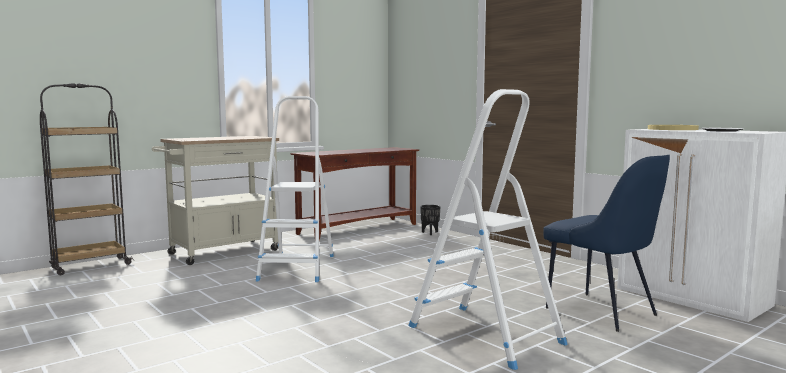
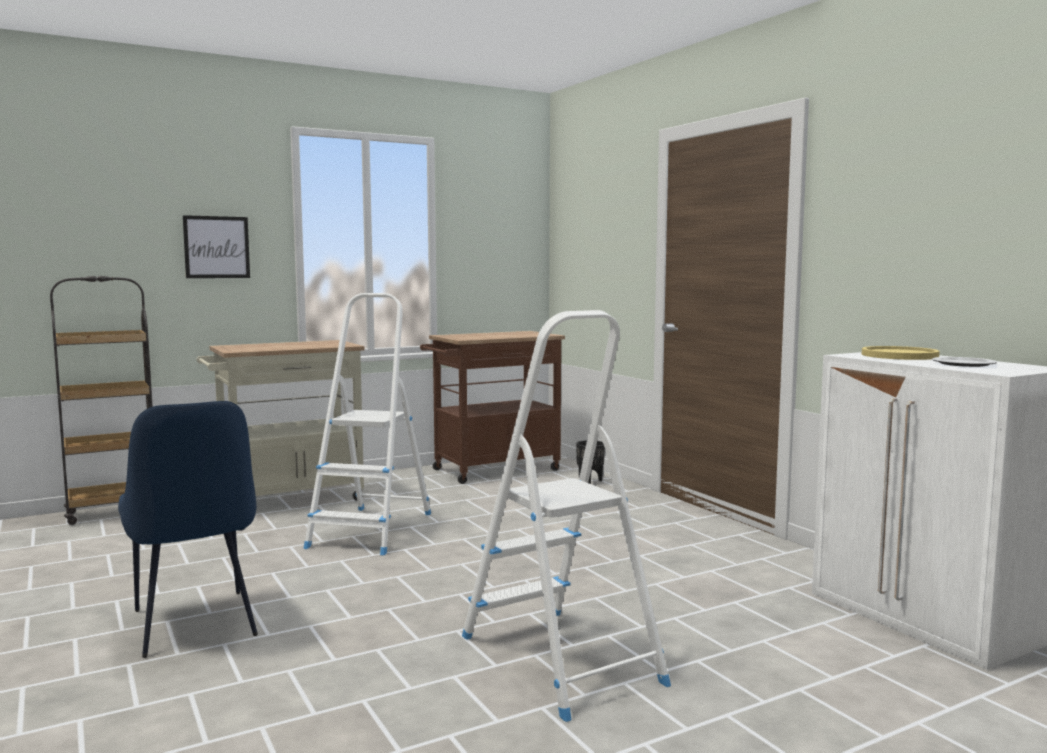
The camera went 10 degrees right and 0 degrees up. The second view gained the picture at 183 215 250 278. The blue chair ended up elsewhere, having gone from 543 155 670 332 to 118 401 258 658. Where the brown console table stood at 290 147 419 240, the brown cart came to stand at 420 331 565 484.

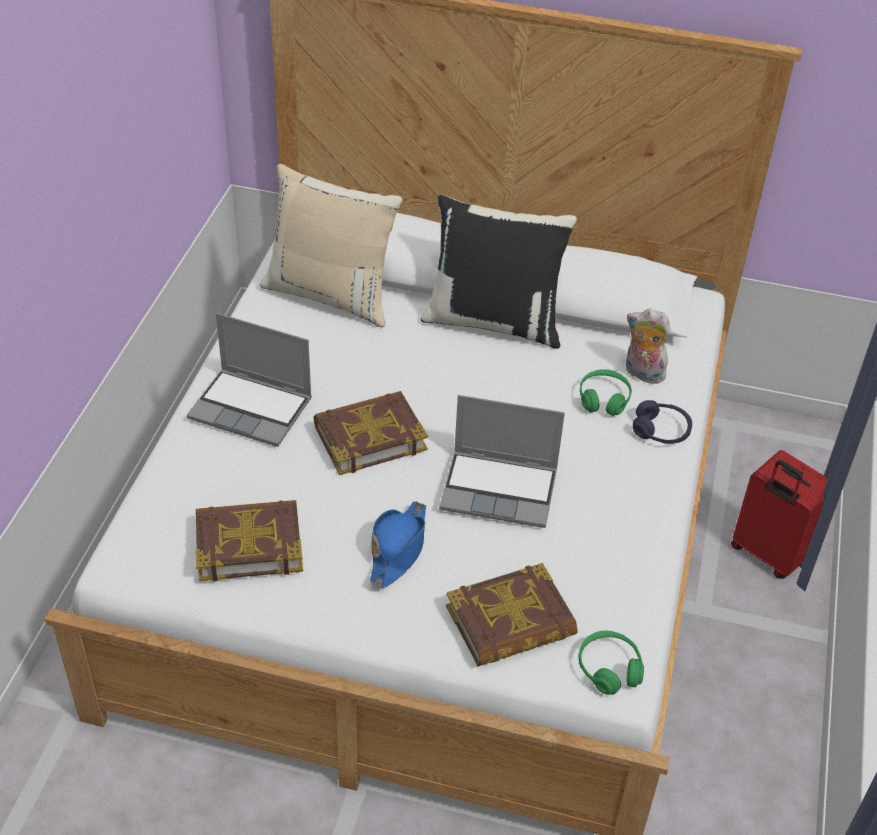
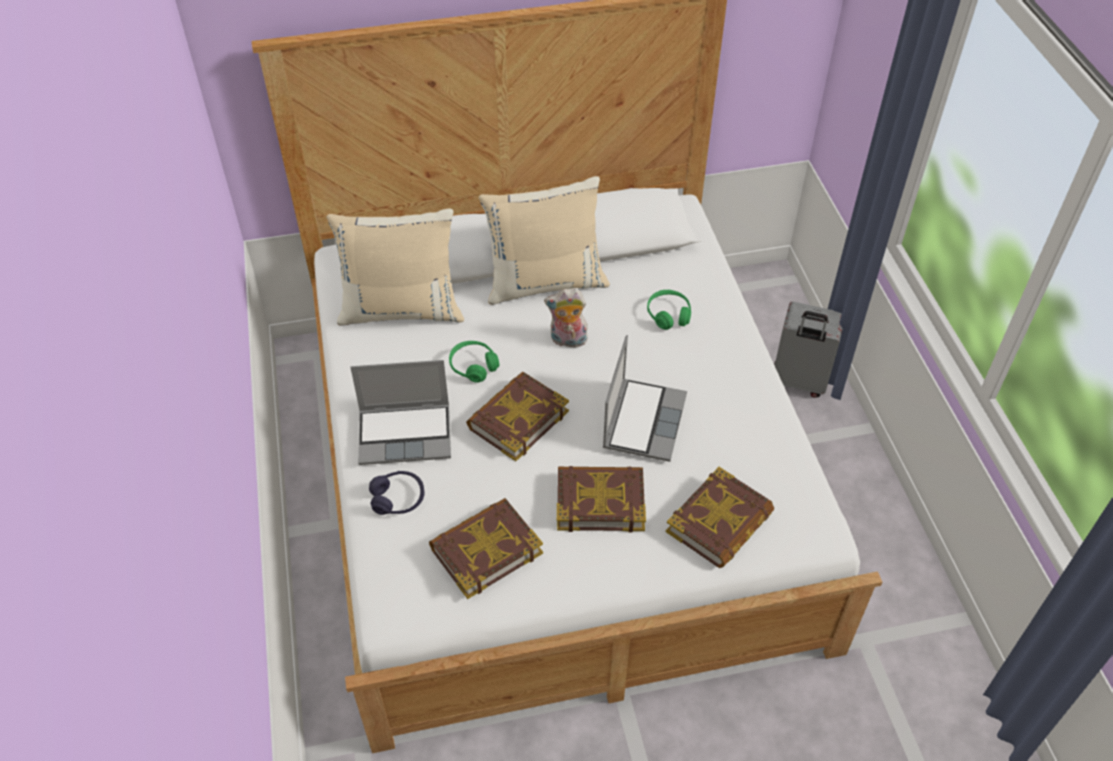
The camera went 25 degrees left and 5 degrees up. The green headphones ended up elsewhere, having gone from 579 631 644 695 to 449 341 499 383. The plush toy ended up elsewhere, having gone from 626 309 671 385 to 544 289 588 347. The purple headphones ended up elsewhere, having gone from 633 400 692 444 to 369 471 424 515. Where the blue hat stood at 370 501 426 588, the book came to stand at 557 466 646 533. What was the black pillow at 421 195 577 349 turned into the beige pillow at 479 176 610 305. What was the red suitcase at 731 450 828 579 turned into the grey suitcase at 774 302 842 398. The laptop at 439 395 565 528 ended up facing another way, 60 degrees counterclockwise from before.

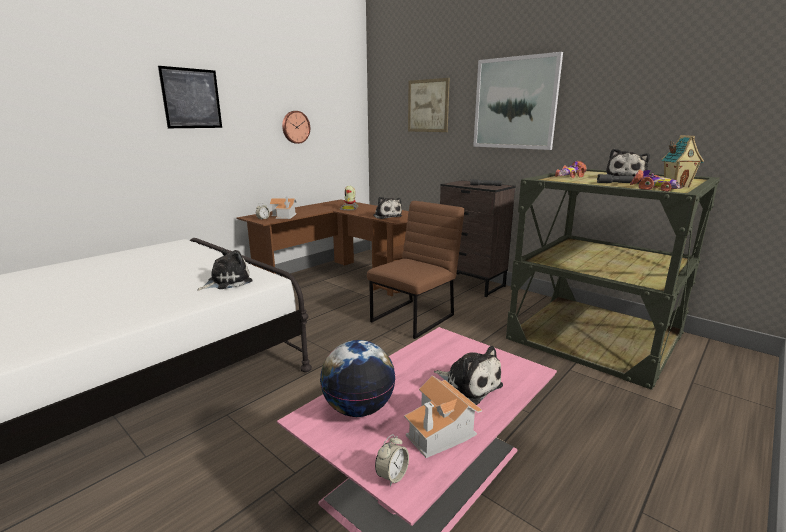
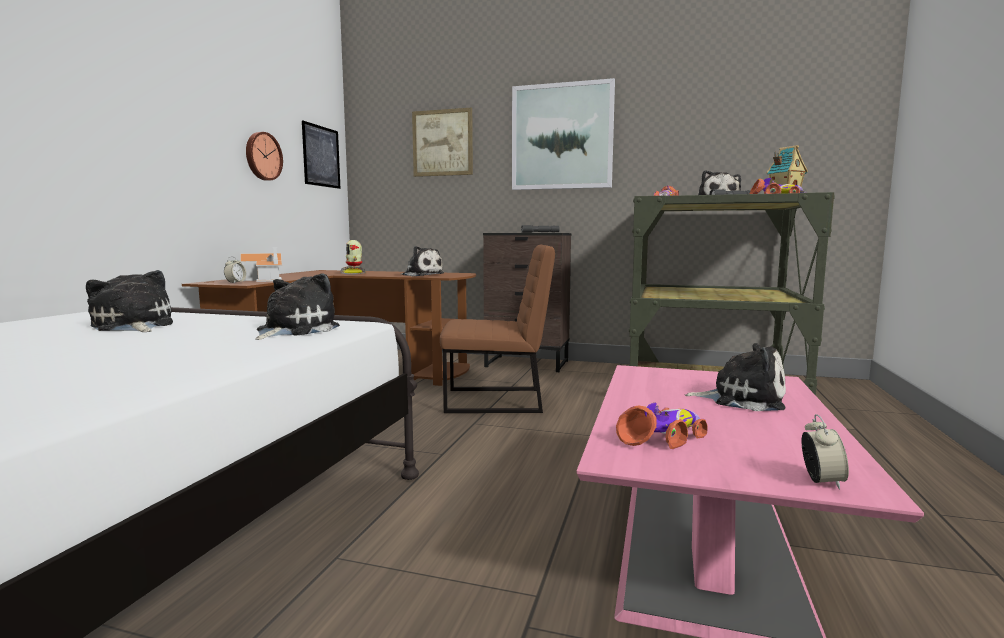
The camera went 25 degrees left and 10 degrees down. The second view lost the toy house at 404 375 482 458. The second view gained the plush toy at 86 270 173 332. The picture ended up elsewhere, having gone from 158 66 222 128 to 302 120 341 189. Where the globe stood at 320 340 396 417, the toy car came to stand at 616 403 708 449. The brown chair at 367 201 464 339 ended up facing another way, 75 degrees clockwise from before.

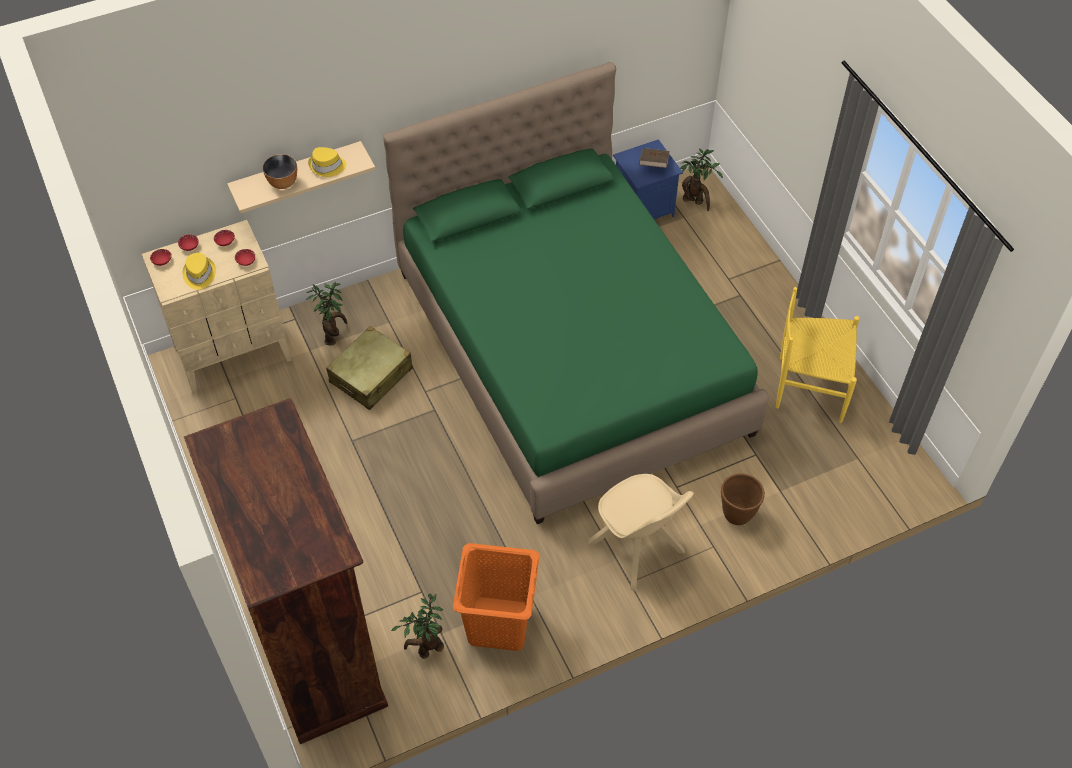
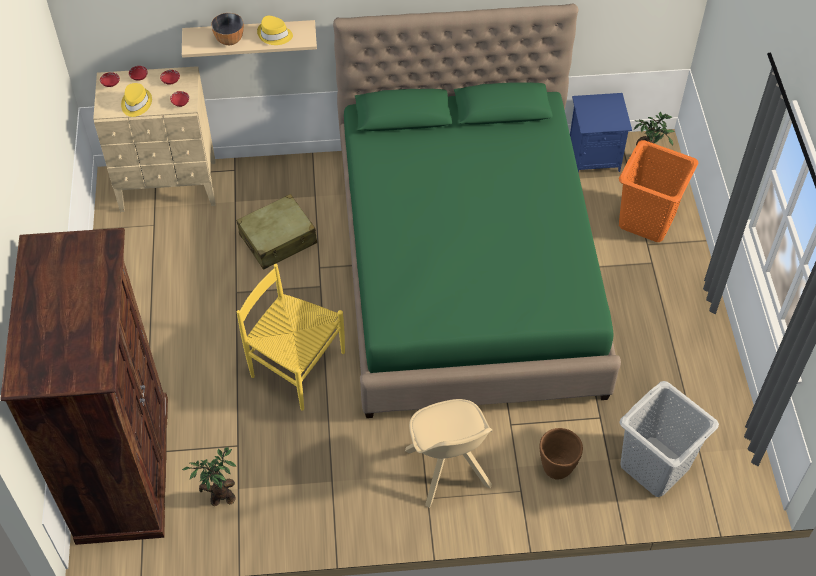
The camera went 20 degrees right and 0 degrees up. The second view lost the potted plant at 306 281 347 346. The second view lost the brown book at 639 148 669 168. The second view gained the grey laundry basket at 619 381 719 497. The orange laundry basket ended up elsewhere, having gone from 453 543 539 651 to 619 140 699 242. The yellow chair ended up elsewhere, having gone from 776 287 860 423 to 237 264 345 411.

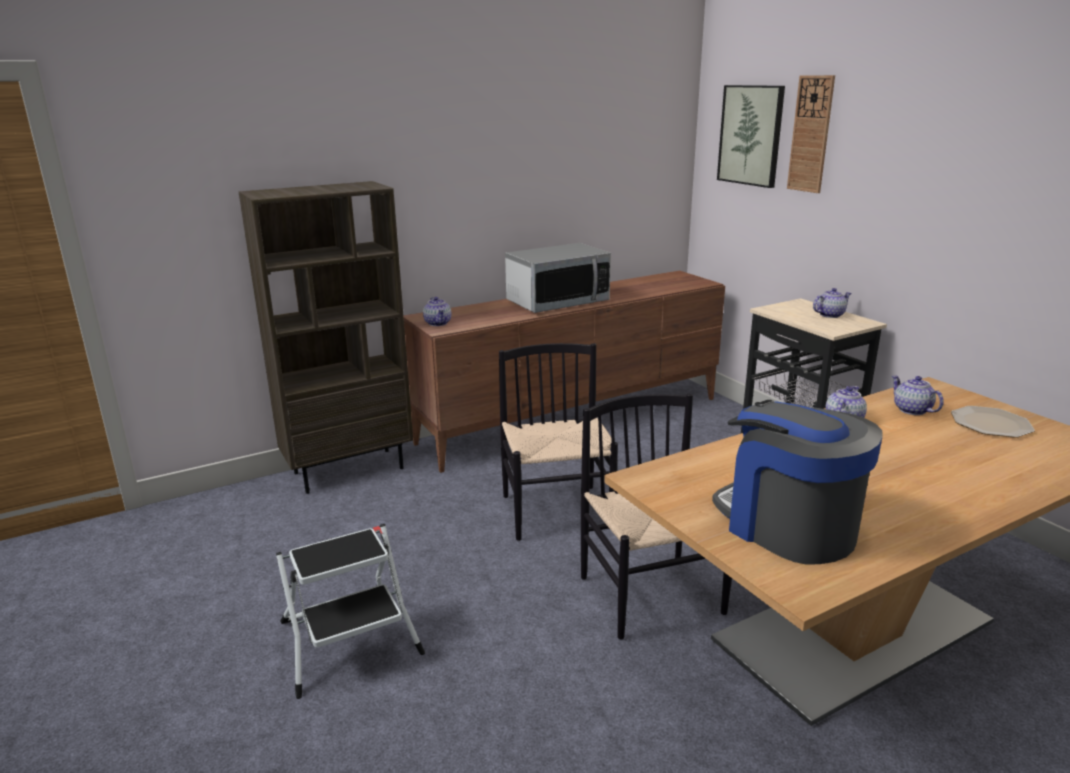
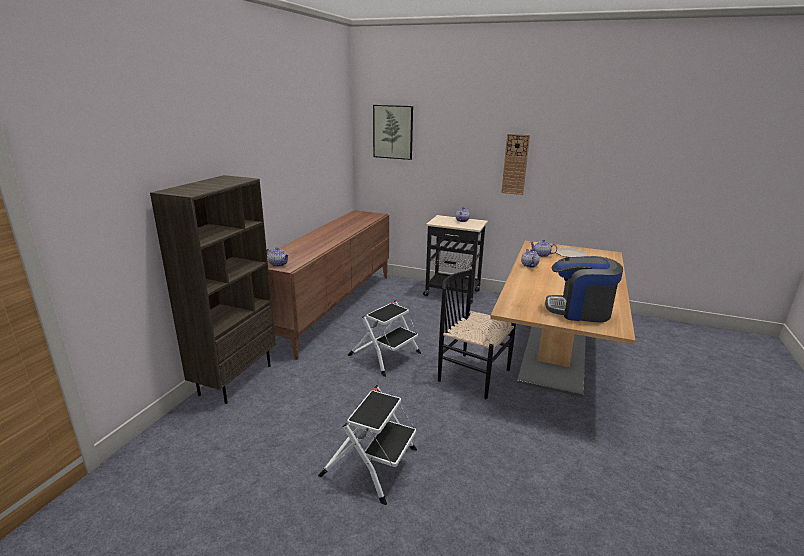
The camera went 40 degrees left and 0 degrees up. The second view lost the microwave at 505 243 611 313. The wall clock ended up elsewhere, having gone from 787 75 835 193 to 501 134 530 195. Where the black chair stood at 499 343 618 541, the step ladder came to stand at 348 300 421 377.

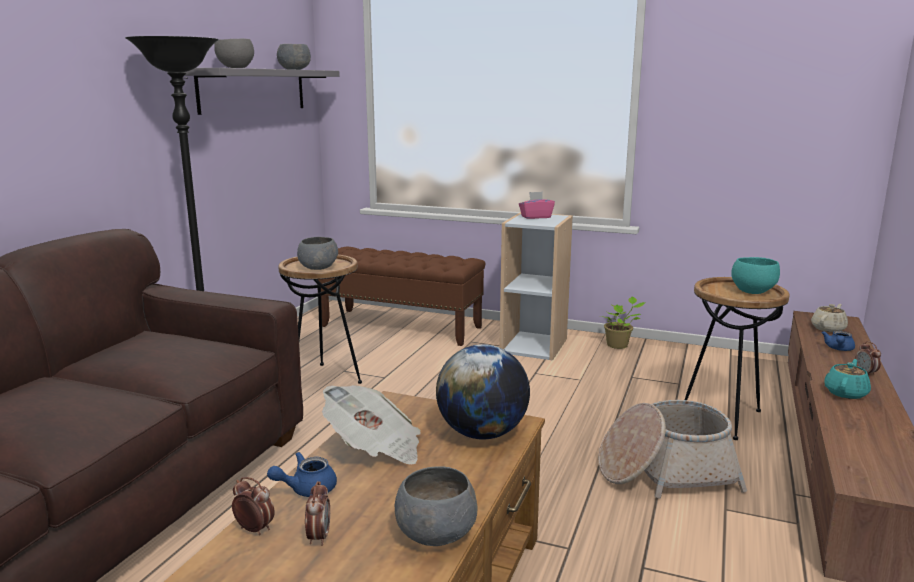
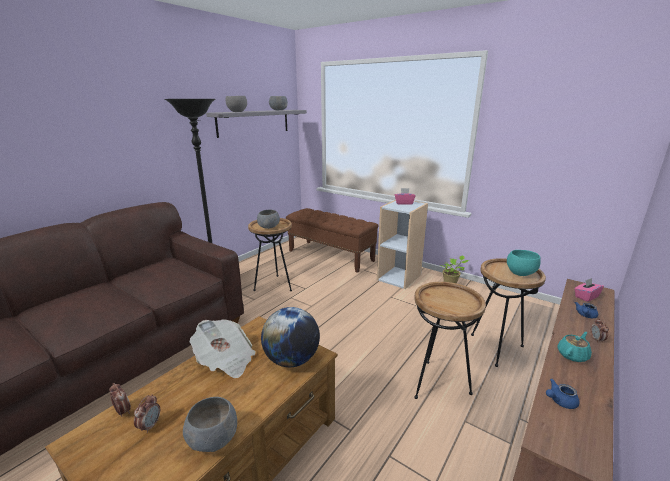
The camera went 15 degrees right and 5 degrees up. The blue teapot ended up elsewhere, having gone from 267 452 337 497 to 546 379 580 409. Where the basket stood at 598 400 747 499, the brown side table came to stand at 414 282 486 399. Where the beige teapot stood at 811 304 848 332, the pink tissue box came to stand at 575 278 604 302.

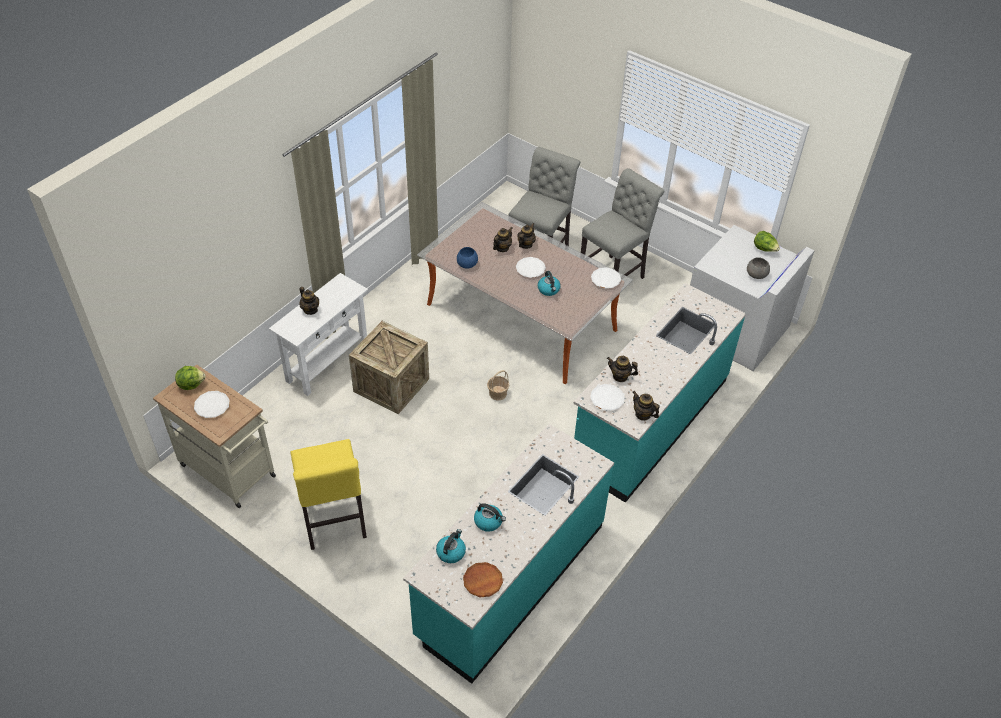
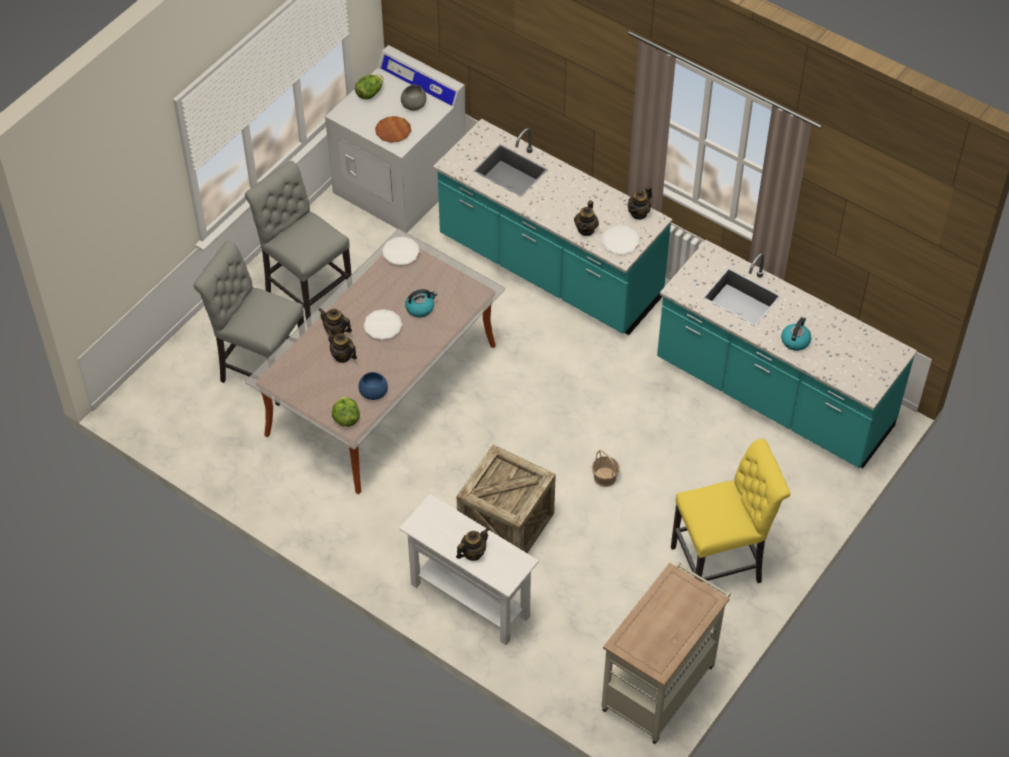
The camera went 90 degrees left and 5 degrees up. The second view lost the white plate at 194 391 230 418. The second view lost the kettle at 436 529 466 563. The lettuce ended up elsewhere, having gone from 175 366 206 390 to 332 396 360 427. The brown plate ended up elsewhere, having gone from 463 562 503 597 to 375 116 411 143. The basket ended up elsewhere, having gone from 487 370 509 400 to 592 450 620 487.

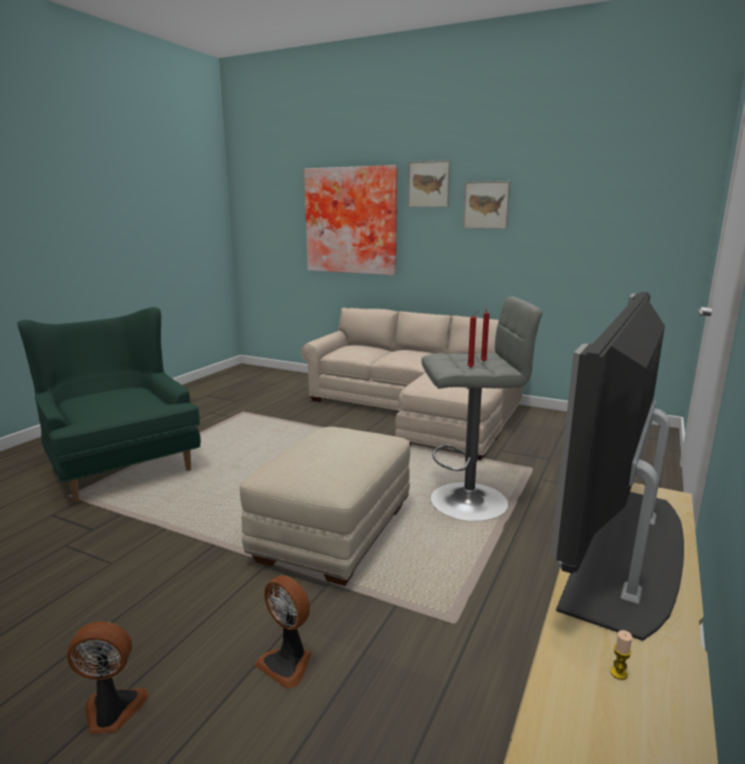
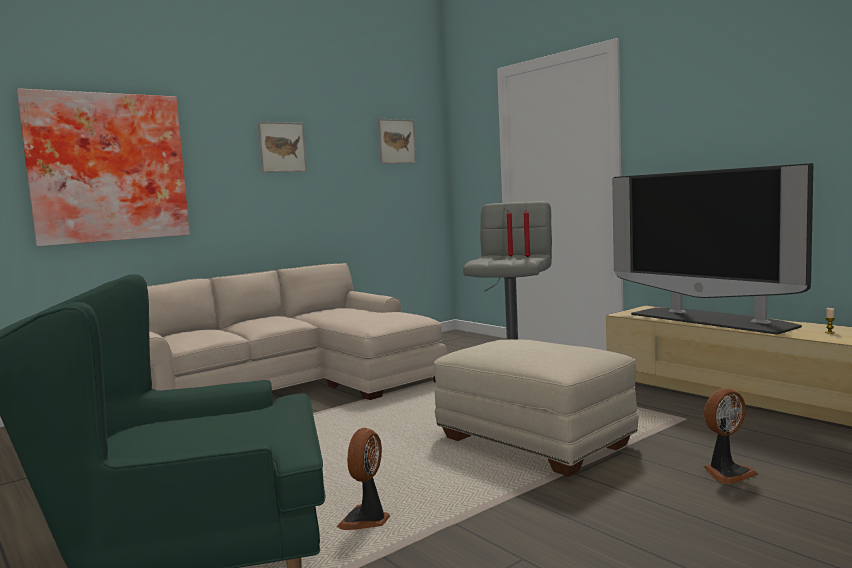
The camera went 65 degrees left and 10 degrees down. The fan ended up elsewhere, having gone from 67 621 149 734 to 337 428 390 530. The picture ended up elsewhere, having gone from 408 160 451 207 to 378 119 416 164.

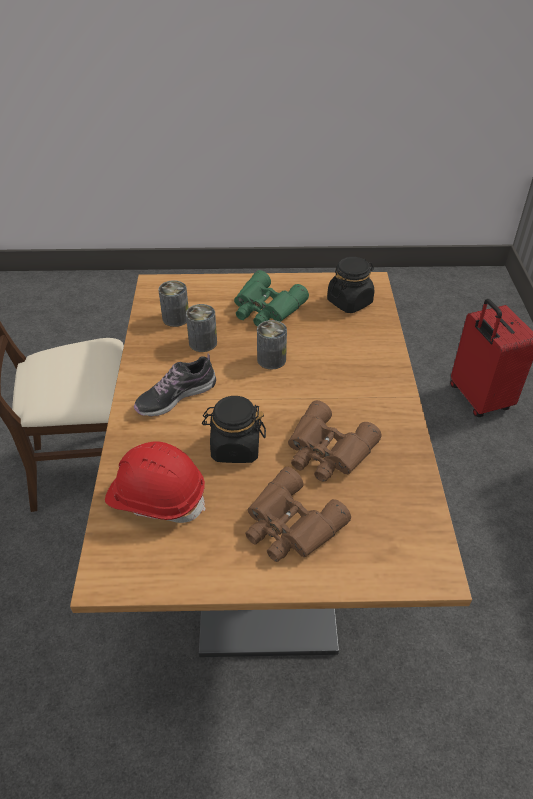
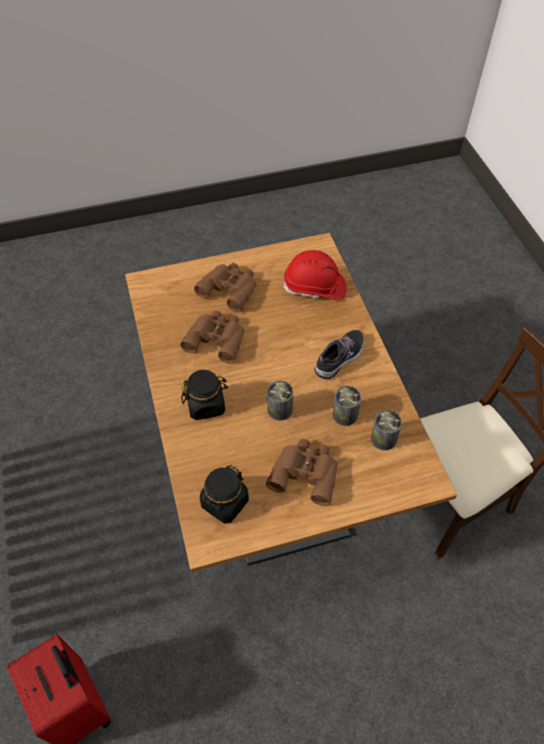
The camera went 165 degrees right and 10 degrees up. The black jar ended up elsewhere, having gone from 202 396 266 463 to 181 370 228 420. What was the green binoculars at 234 270 309 327 turned into the brown binoculars at 266 439 338 506.

